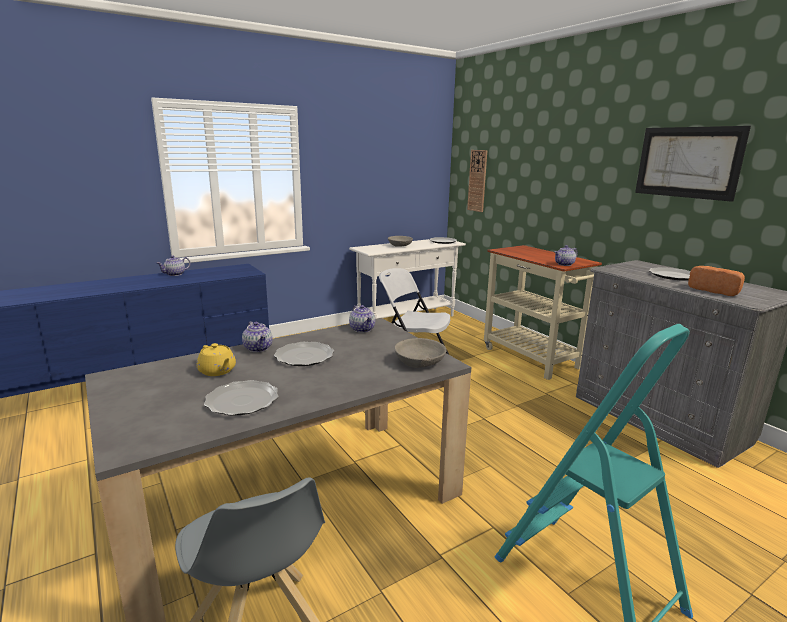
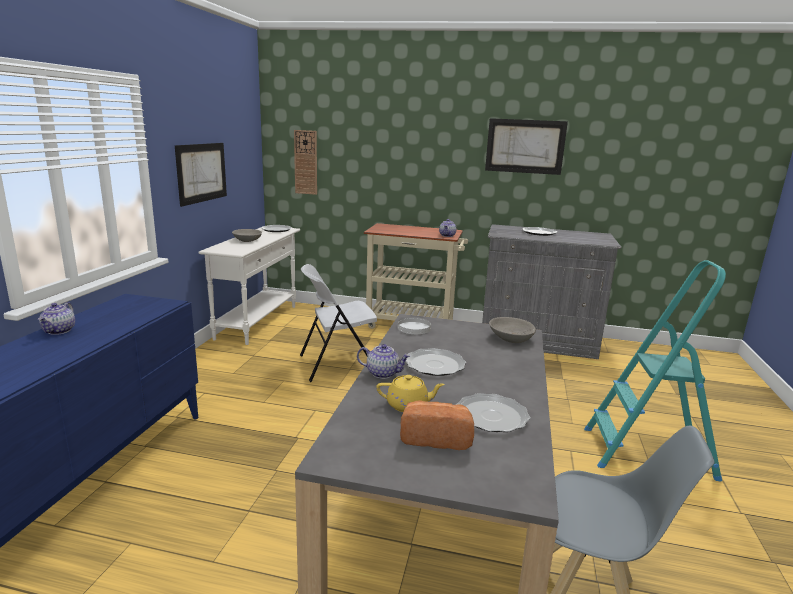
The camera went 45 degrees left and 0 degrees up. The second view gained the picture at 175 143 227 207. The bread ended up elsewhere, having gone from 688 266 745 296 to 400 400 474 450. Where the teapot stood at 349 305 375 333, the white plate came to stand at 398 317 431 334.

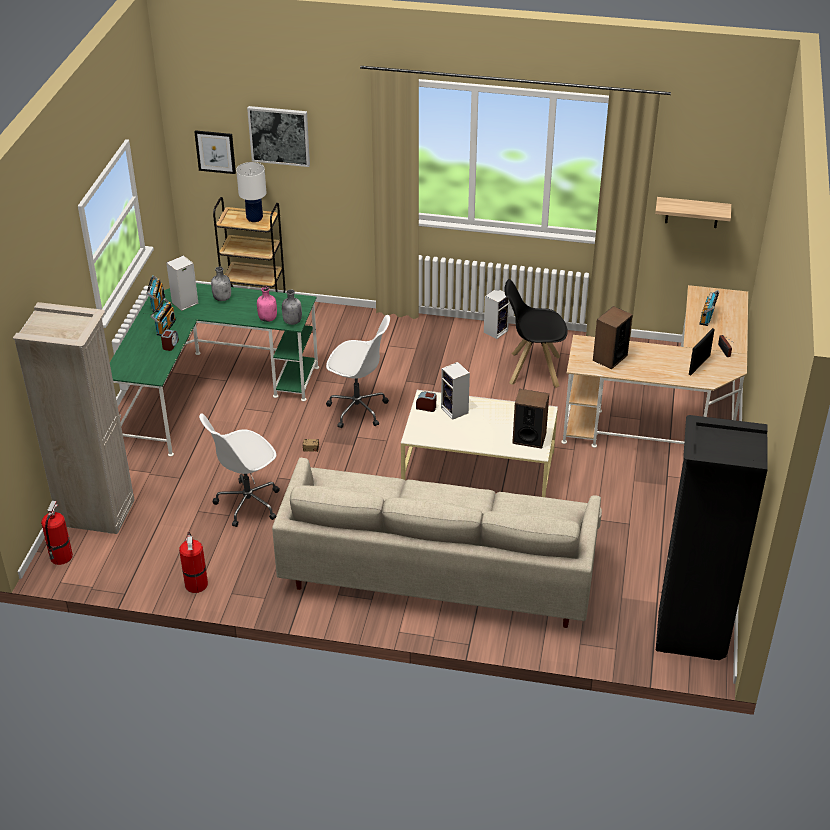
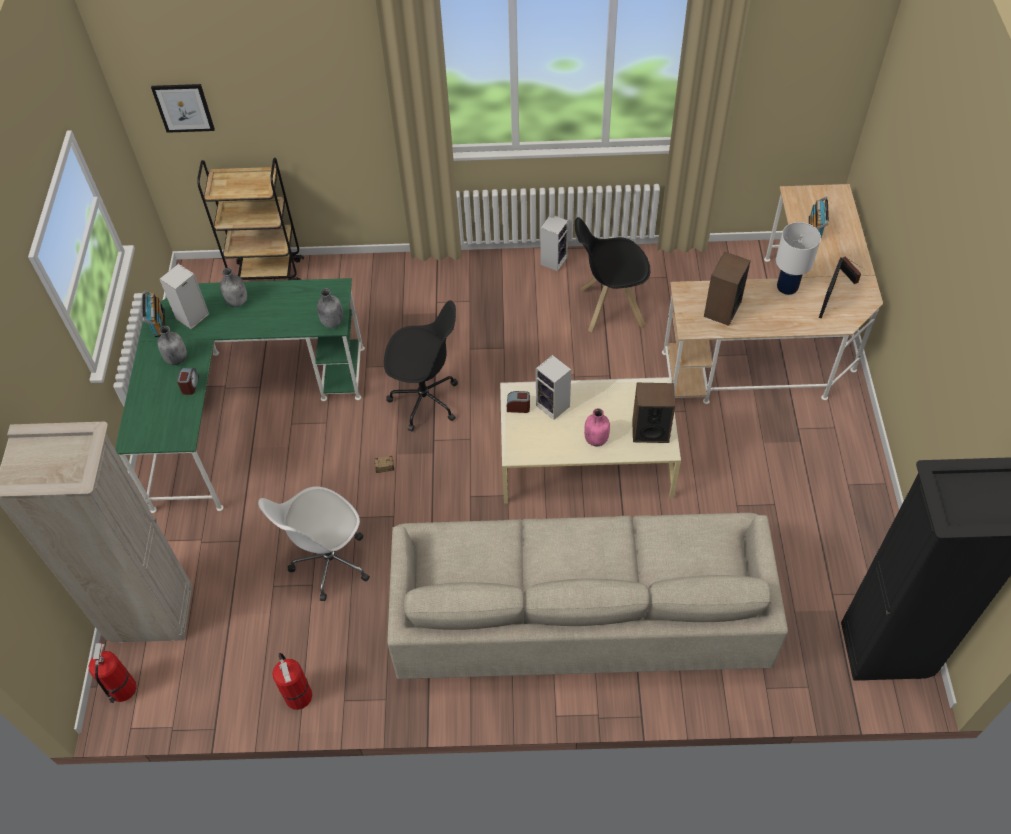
The camera went 10 degrees left and 15 degrees up. The second view lost the picture at 247 106 310 167. The second view lost the shelf at 655 197 731 228. The white table lamp ended up elsewhere, having gone from 236 162 266 222 to 776 222 821 295. The pink bottle ended up elsewhere, having gone from 257 287 277 322 to 584 408 610 446. Where the radio stood at 150 298 176 336, the grey bottle came to stand at 157 326 187 365. What was the white office chair at 326 315 390 428 turned into the black office chair at 384 300 458 432.

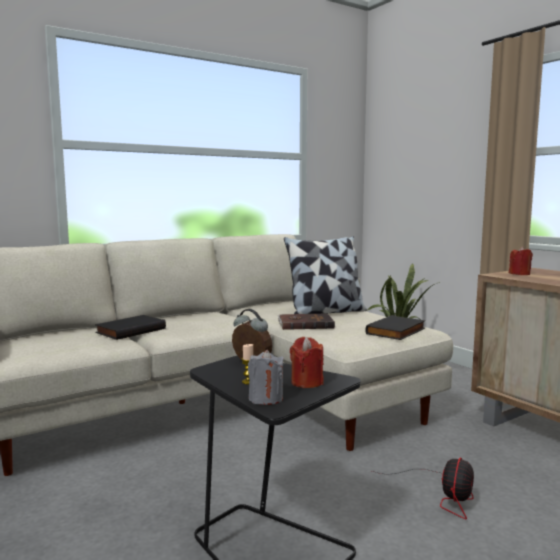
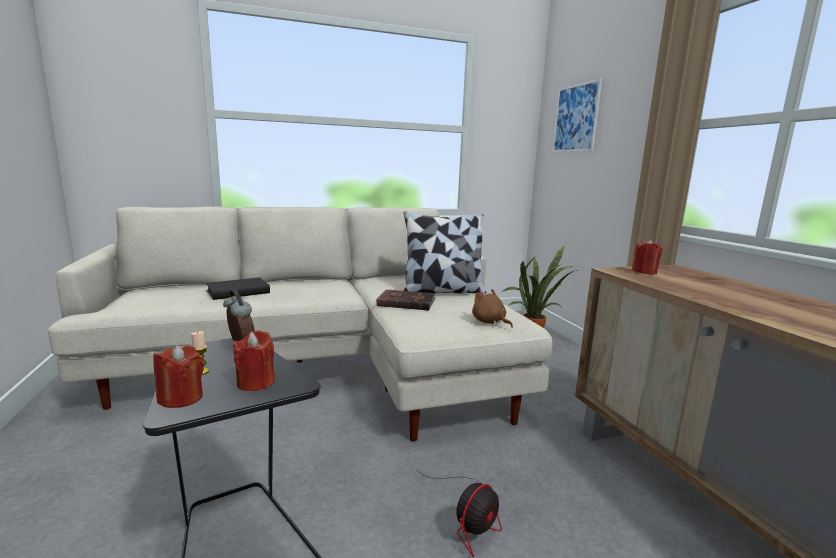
The camera went 15 degrees right and 5 degrees up. The second view gained the picture at 553 78 602 152. Where the black book stood at 365 315 425 340, the brown plush toy came to stand at 472 289 513 328. What was the grey candle at 248 350 284 405 turned into the red candle at 153 345 204 408.

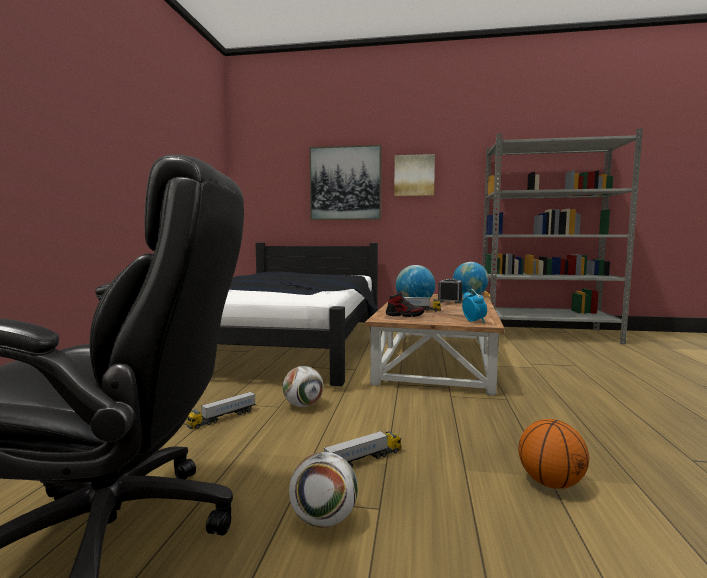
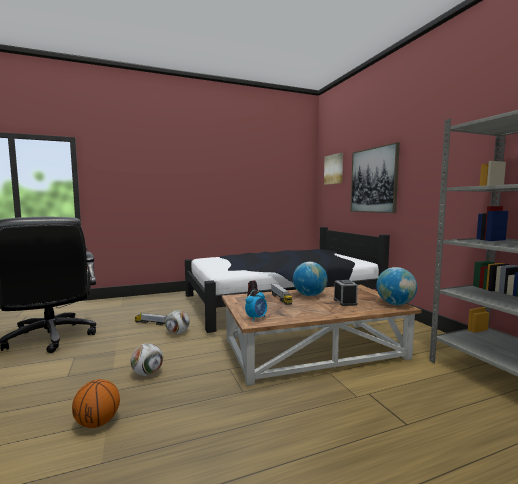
The camera went 60 degrees right and 0 degrees up. The second view lost the toy truck at 324 431 402 467. The football ended up elsewhere, having gone from 289 452 358 528 to 130 343 163 376. The picture ended up elsewhere, having gone from 394 154 435 196 to 324 153 343 185.

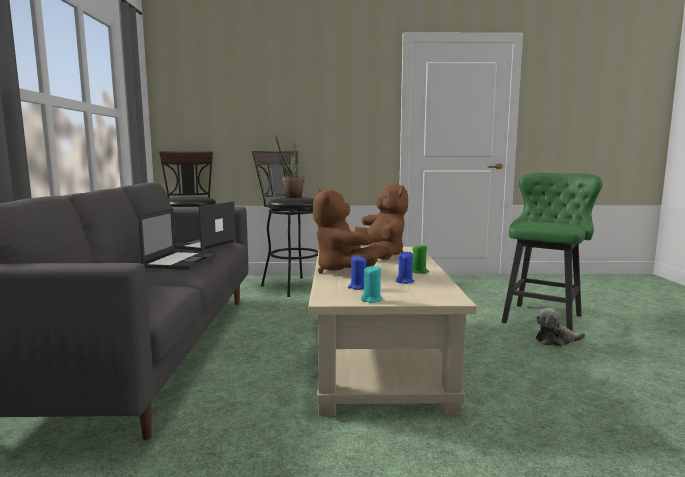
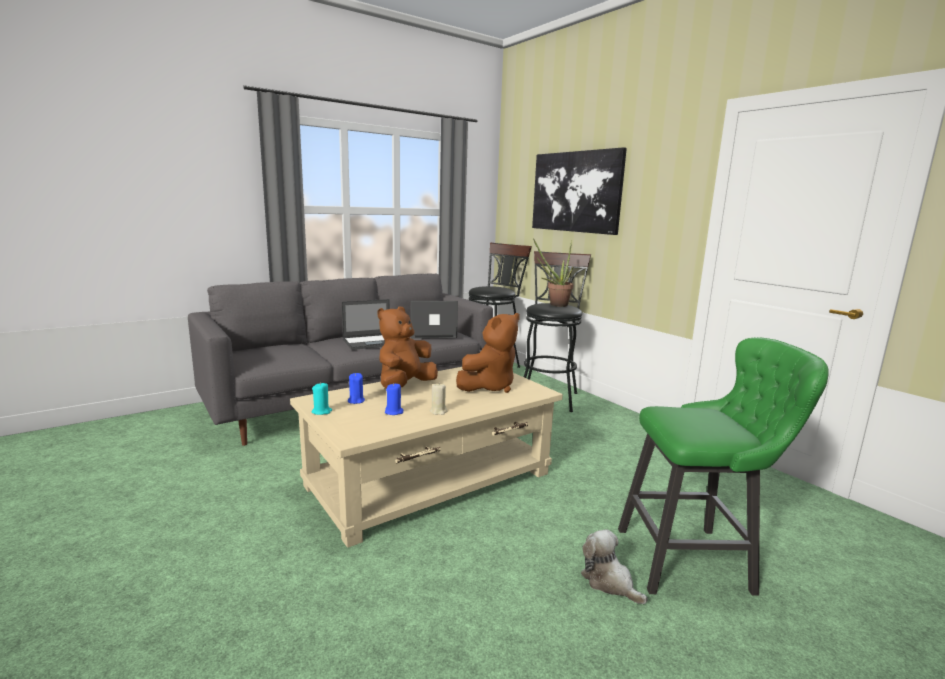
The camera went 55 degrees right and 5 degrees up. The second view gained the picture at 532 147 627 235. What was the green candle at 412 245 429 274 turned into the beige candle at 430 383 447 415.

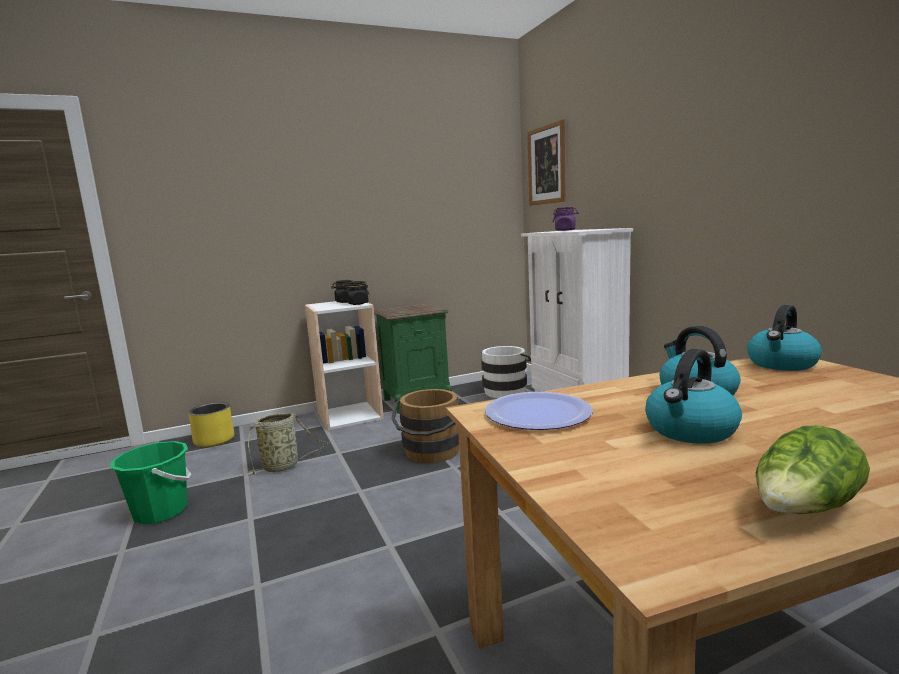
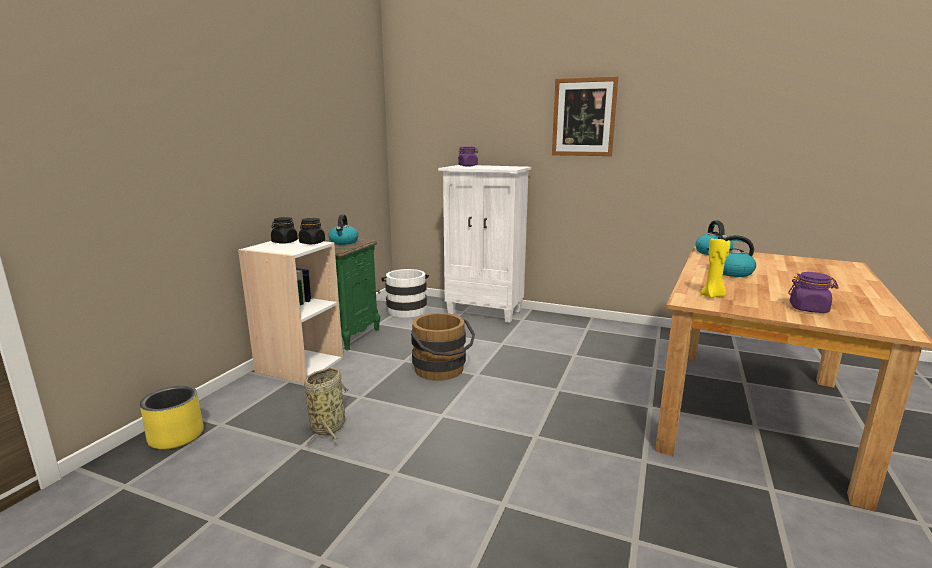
The camera went 45 degrees left and 5 degrees up. The second view lost the green bucket at 111 441 191 524. The second view lost the lettuce at 756 425 870 514. The second view gained the purple jar at 788 272 839 313. The picture ended up elsewhere, having gone from 527 119 566 205 to 552 76 618 156. The kettle ended up elsewhere, having gone from 645 349 742 444 to 328 214 358 245. Where the plate stood at 485 392 593 430, the yellow candle came to stand at 701 238 730 298.

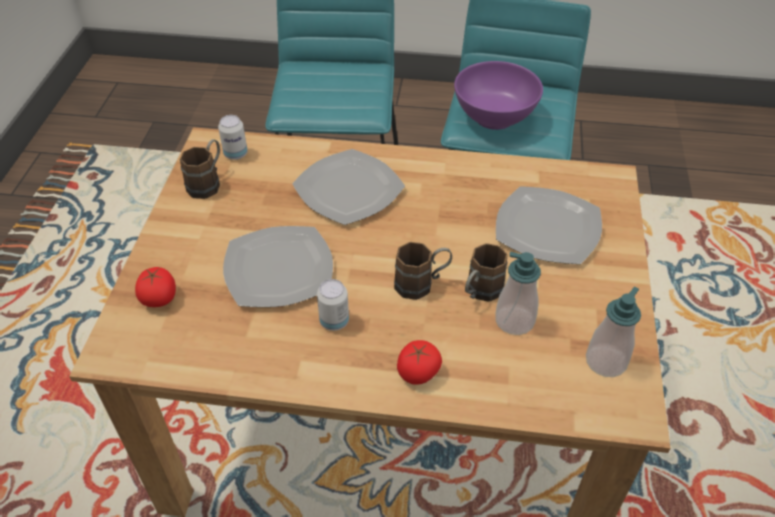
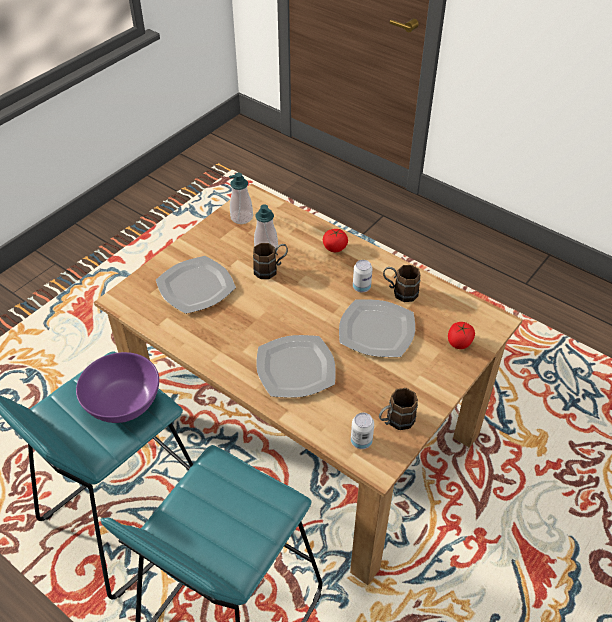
The camera went 150 degrees left and 0 degrees up. The brown mug ended up elsewhere, having gone from 394 242 452 300 to 383 265 420 302.

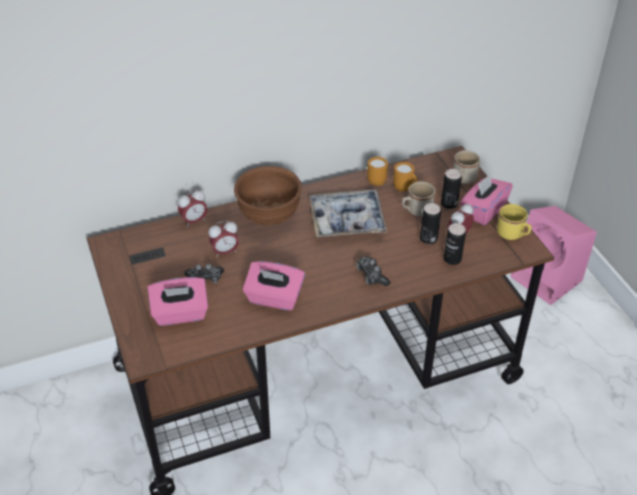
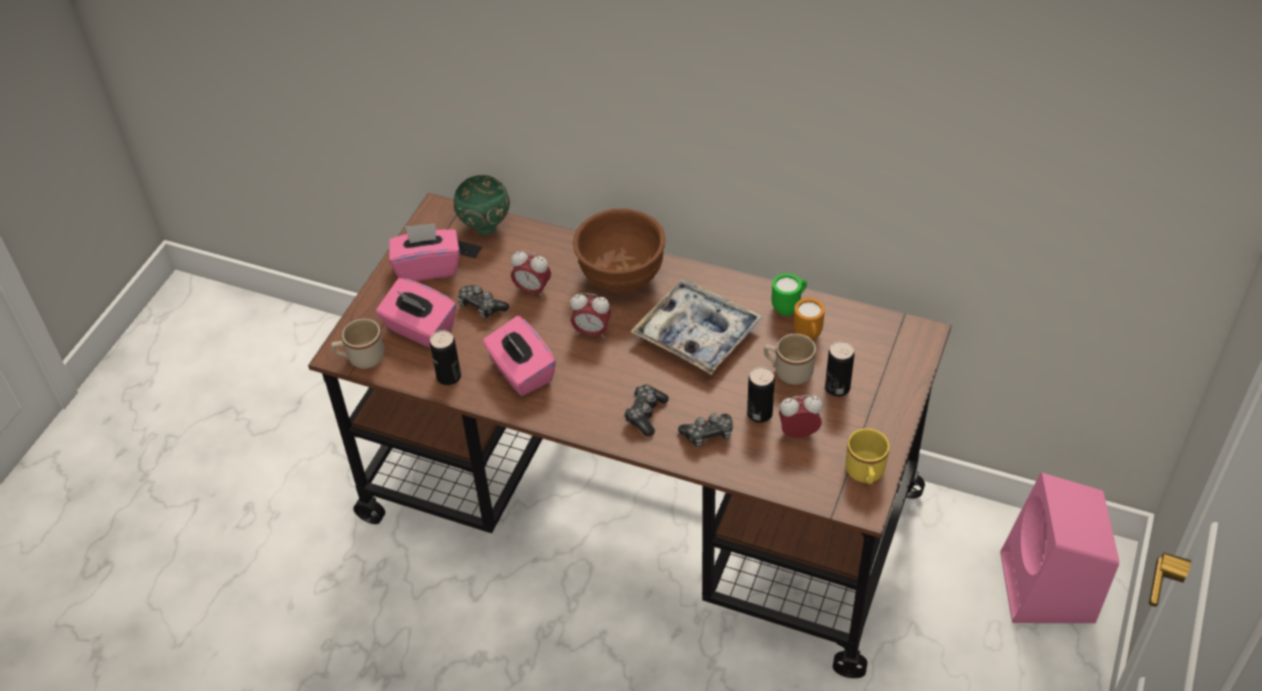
The camera went 45 degrees right and 5 degrees up. The second view gained the green bowl at 453 175 510 235. The second view gained the game controller at 678 413 733 447. The alarm clock ended up elsewhere, having gone from 178 189 208 227 to 570 293 611 339. The can ended up elsewhere, having gone from 444 223 466 265 to 430 330 461 385. The beige mug ended up elsewhere, having gone from 453 150 480 184 to 331 319 385 369. The pink tissue box ended up elsewhere, having gone from 460 173 513 225 to 389 223 460 281. What was the orange mug at 367 157 388 186 turned into the green mug at 772 273 807 316.

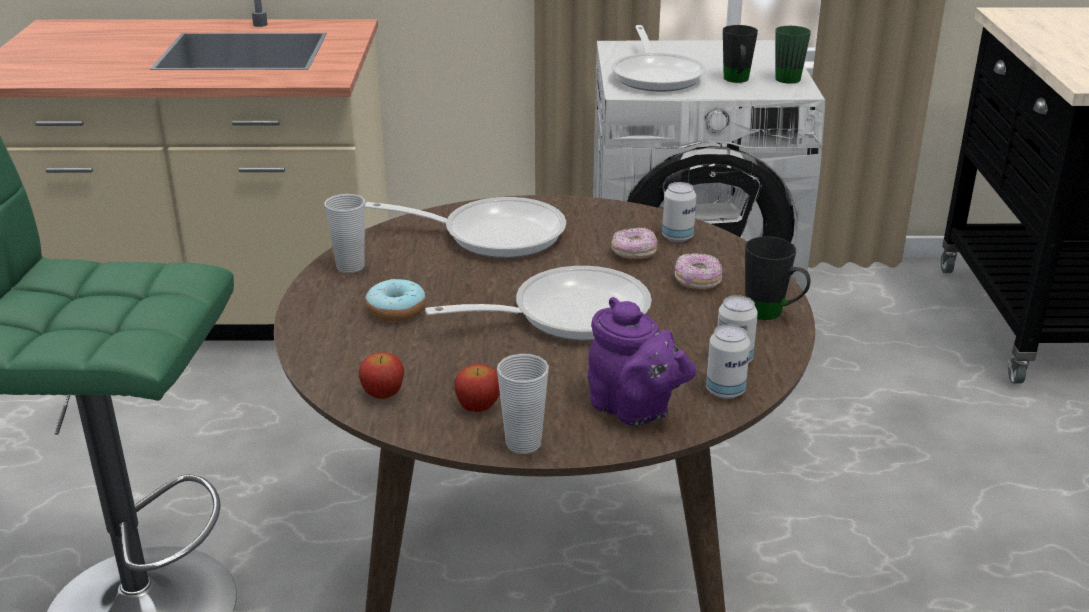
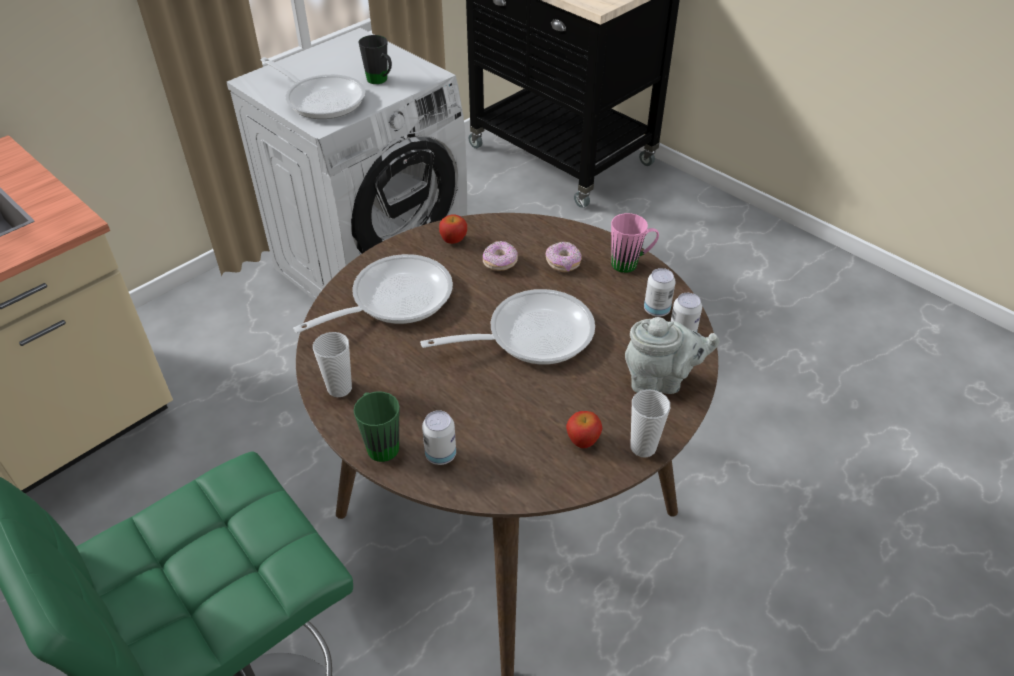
The camera went 45 degrees left and 15 degrees up. The second view lost the donut at 365 279 426 322. The apple ended up elsewhere, having gone from 359 352 404 399 to 439 215 467 244. The can ended up elsewhere, having gone from 662 182 696 242 to 422 410 456 465. The green mug ended up elsewhere, having gone from 775 26 811 84 to 353 392 399 462. What was the purple teapot at 588 297 696 426 turned into the grey teapot at 625 317 719 394. What was the black mug at 745 236 811 320 turned into the pink mug at 611 213 659 273. The frying pan at 425 266 652 341 ended up facing another way, 45 degrees clockwise from before.

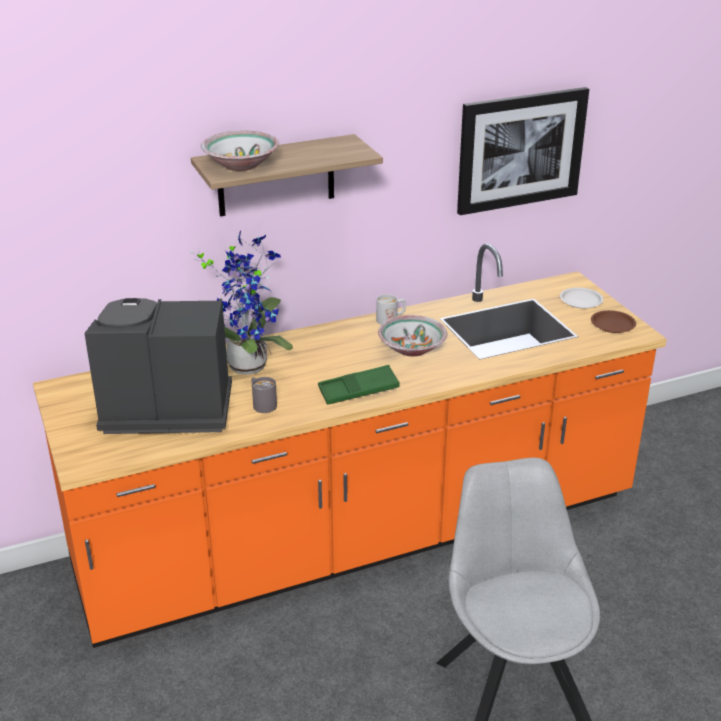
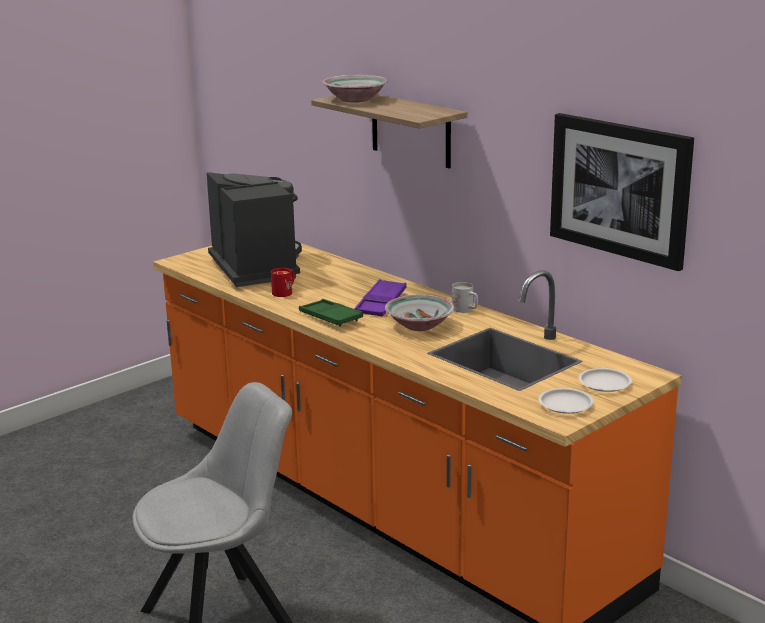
The camera went 70 degrees right and 10 degrees down. The second view lost the potted plant at 191 231 293 375. The second view gained the purple tray at 355 279 406 317. What was the grey mug at 252 377 277 413 turned into the red mug at 271 268 295 297. What was the brown plate at 591 310 636 333 turned into the white plate at 538 388 594 414.

